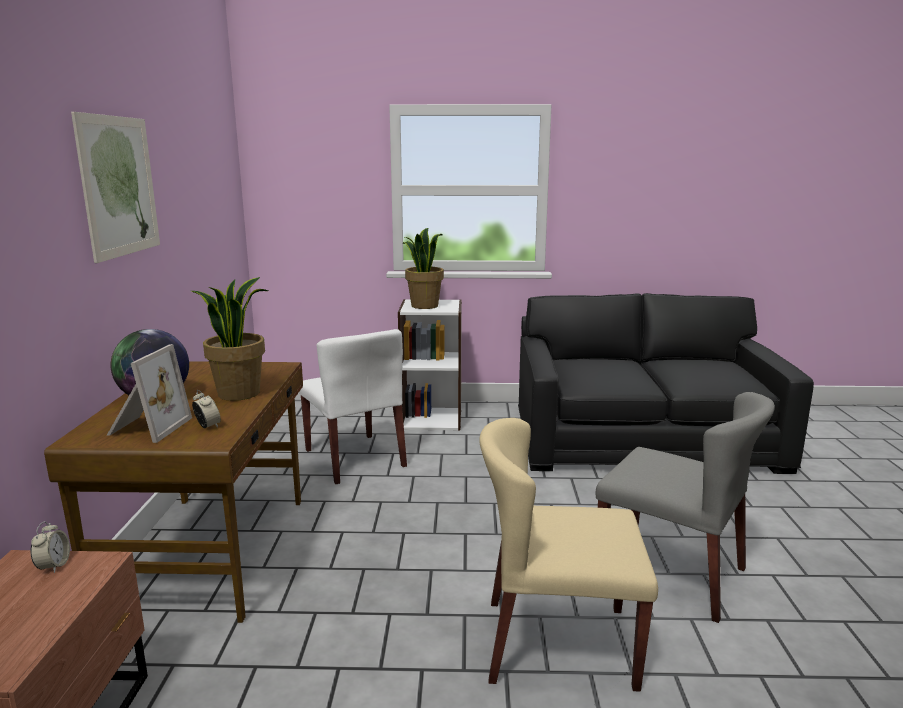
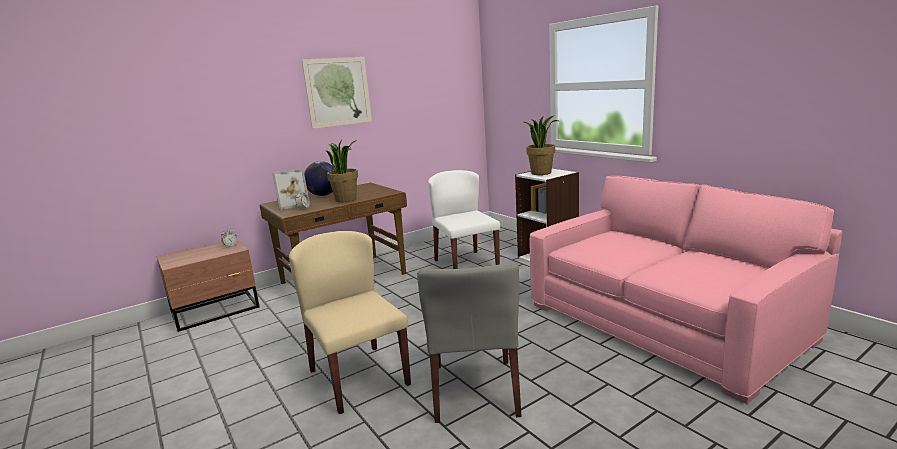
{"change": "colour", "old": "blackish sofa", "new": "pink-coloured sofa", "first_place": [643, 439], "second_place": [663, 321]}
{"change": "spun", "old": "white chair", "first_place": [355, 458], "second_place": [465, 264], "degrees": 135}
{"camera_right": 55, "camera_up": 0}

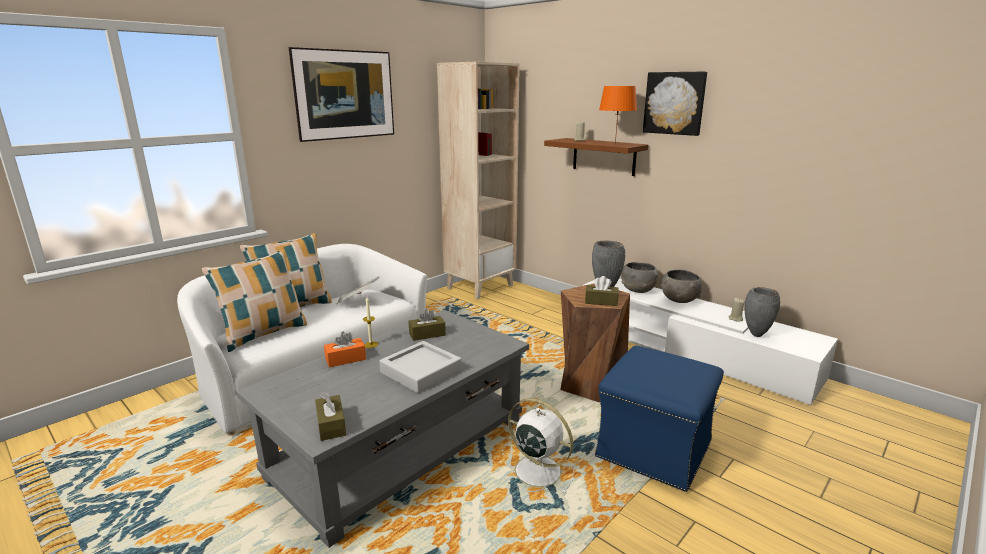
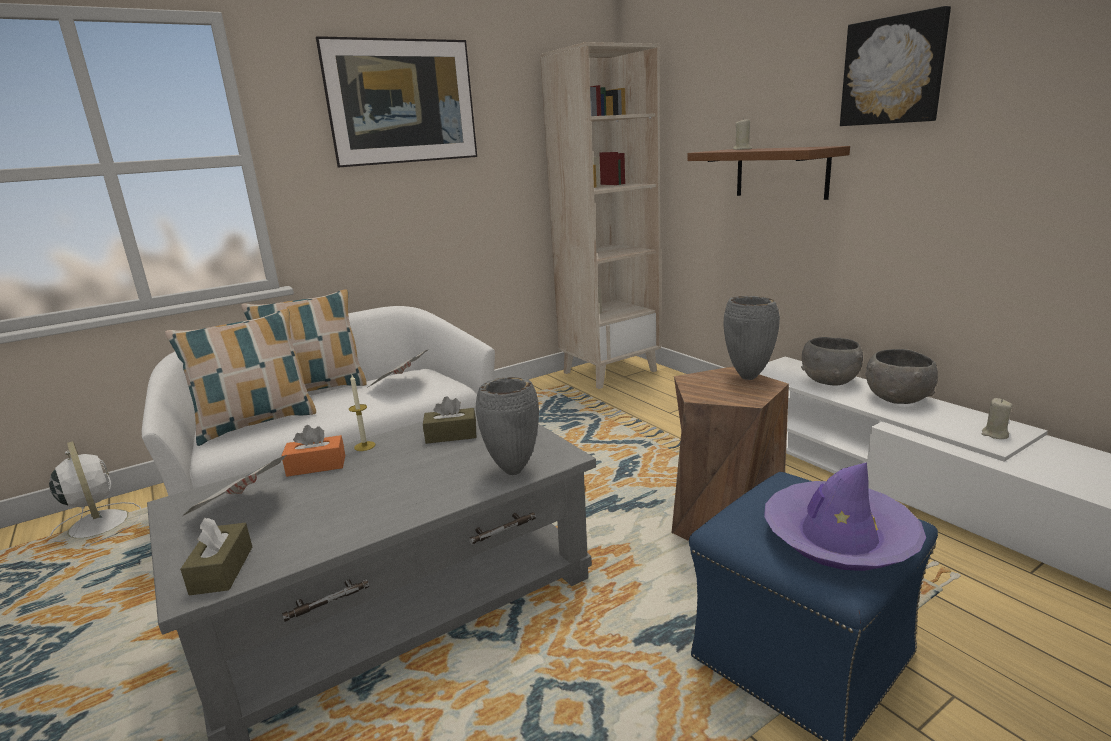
{"change": "missing", "old": "orange table lamp", "first_place": [614, 144]}
{"change": "missing", "old": "brown-coloured tissue holder", "first_place": [601, 301]}
{"change": "relocated", "old": "greyish decorative vase", "first_place": [755, 335], "second_place": [513, 471]}
{"change": "missing", "old": "greyish carrying tray", "first_place": [421, 371]}
{"change": "relocated", "old": "white electric fan", "first_place": [535, 470], "second_place": [98, 523]}
{"change": "appeared", "new": "daily paper", "second_place": [241, 510]}
{"change": "appeared", "new": "purple-coloured clothing hat", "second_place": [839, 537]}
{"camera_right": 15, "camera_up": 0}

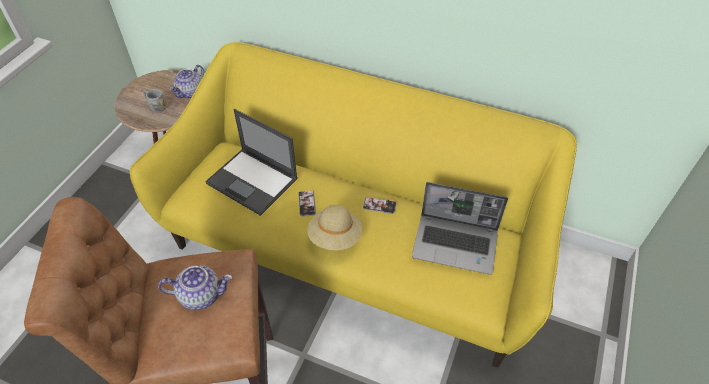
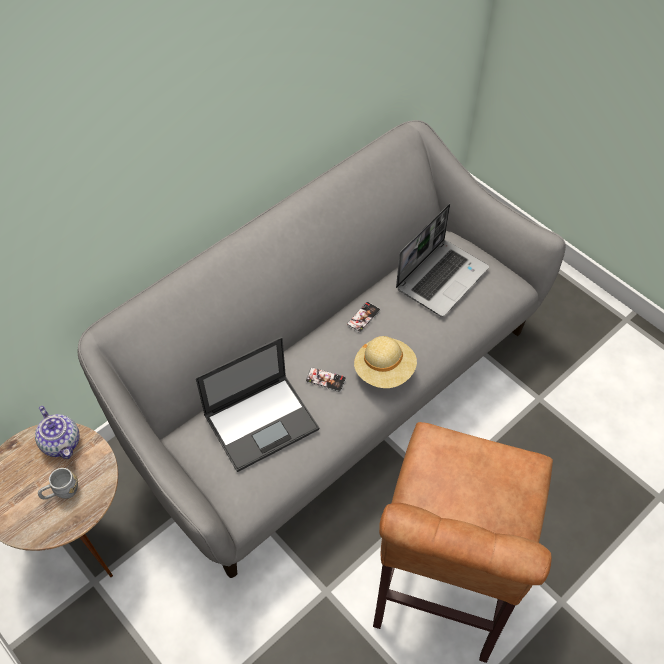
{"change": "colour", "old": "yellow-coloured sofa", "new": "greyish sofa", "first_place": [354, 247], "second_place": [332, 390]}
{"change": "missing", "old": "teapot", "first_place": [201, 295]}
{"camera_right": -65, "camera_up": 5}

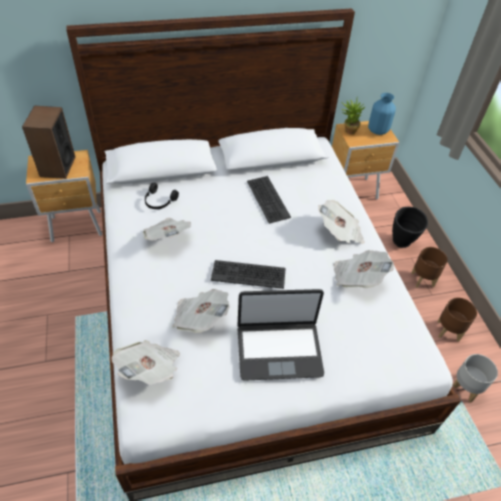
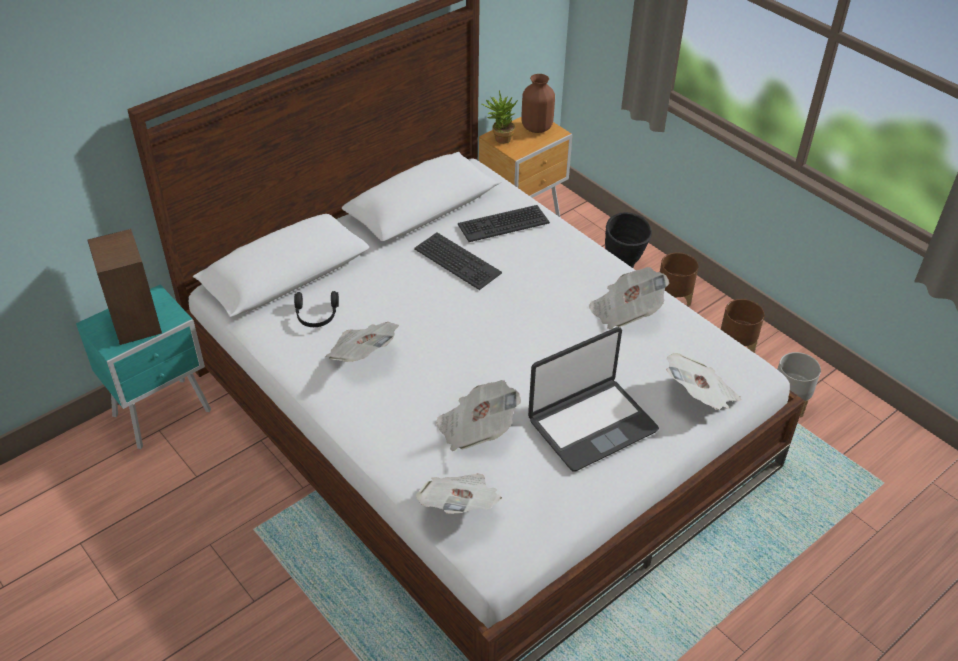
{"change": "colour", "old": "bluish decorative vase", "new": "brown-coloured decorative vase", "first_place": [377, 130], "second_place": [536, 128]}
{"change": "colour", "old": "brown-coloured night table", "new": "turquoise-coloured night table", "first_place": [78, 227], "second_place": [164, 413]}
{"change": "relocated", "old": "daily paper", "first_place": [340, 232], "second_place": [700, 396]}
{"change": "relocated", "old": "PC keyboard", "first_place": [248, 274], "second_place": [503, 223]}
{"camera_right": -25, "camera_up": -5}

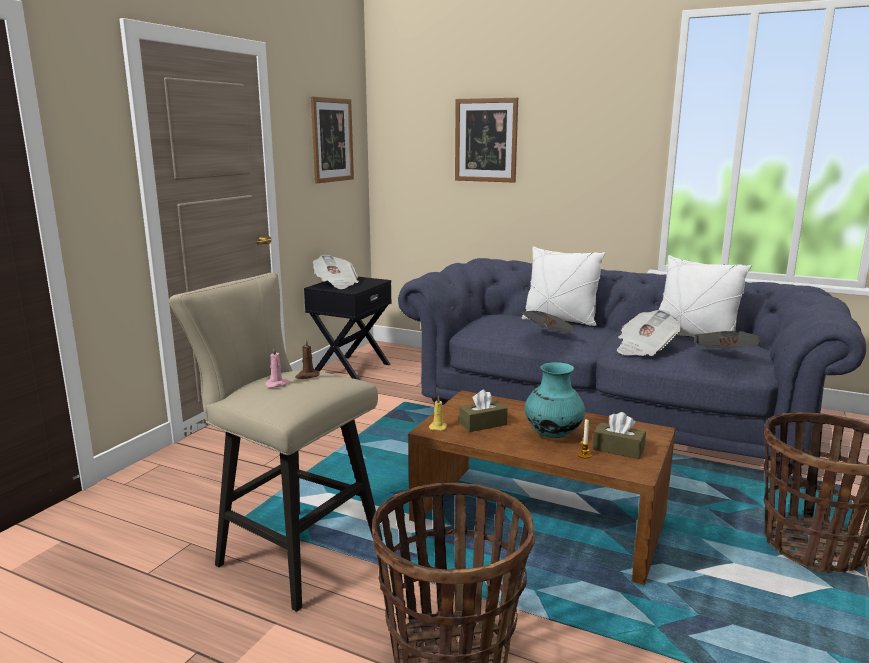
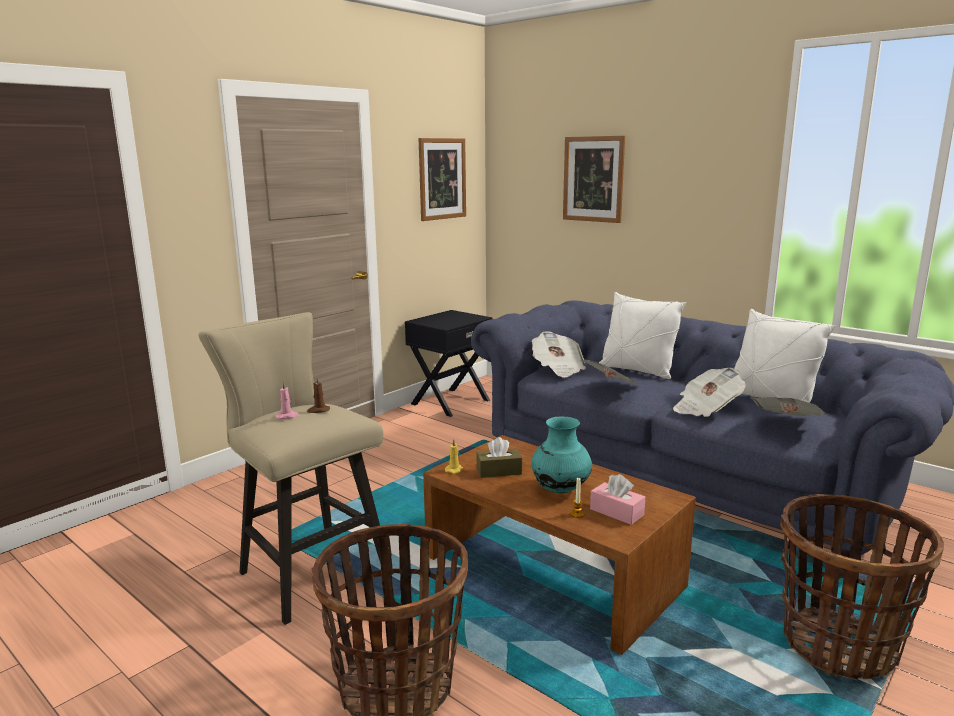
{"change": "relocated", "old": "daily paper", "first_place": [336, 284], "second_place": [558, 369]}
{"change": "colour", "old": "brown-coloured tissue holder", "new": "pink-coloured tissue holder", "first_place": [618, 449], "second_place": [616, 512]}
{"camera_right": 15, "camera_up": 0}

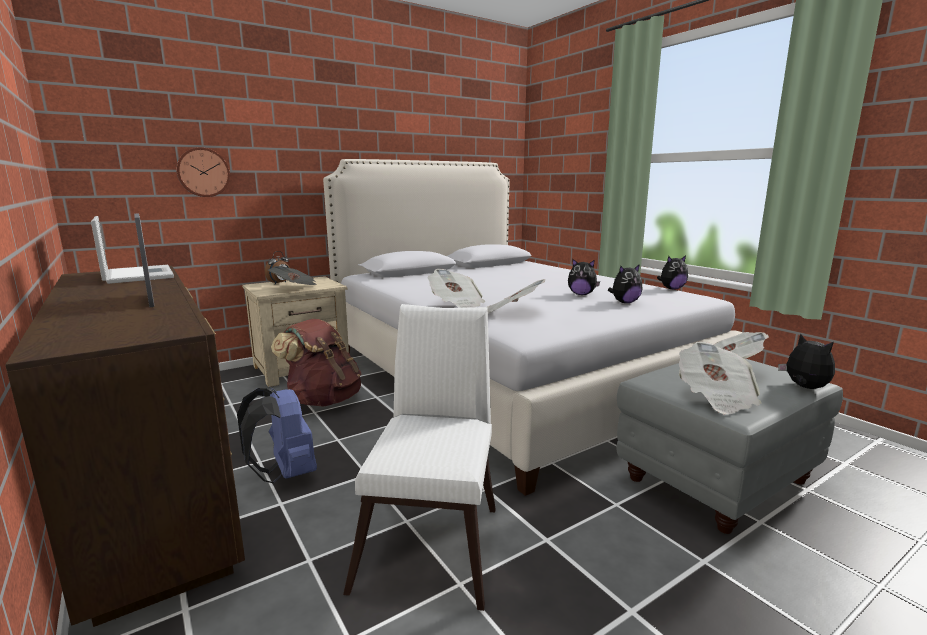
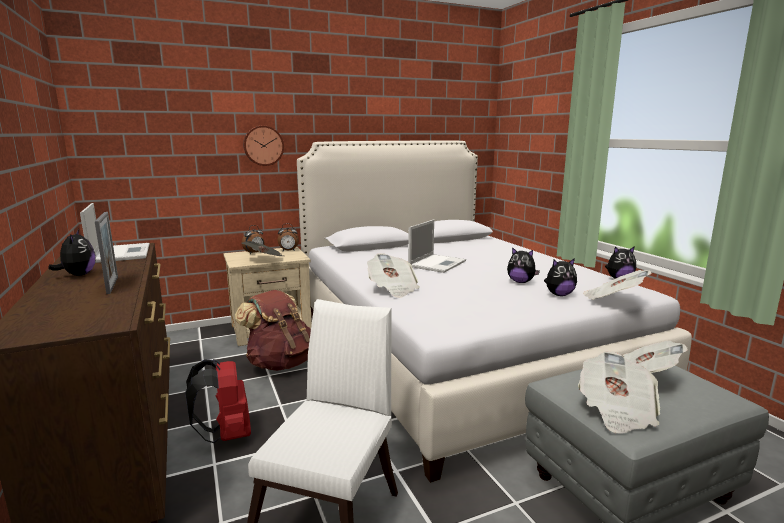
{"change": "relocated", "old": "wall clock", "first_place": [203, 172], "second_place": [263, 145]}
{"change": "relocated", "old": "daily paper", "first_place": [511, 313], "second_place": [612, 299]}
{"change": "relocated", "old": "cuddly toy", "first_place": [804, 387], "second_place": [78, 275]}
{"change": "colour", "old": "bluish knapsack", "new": "red-coloured knapsack", "first_place": [285, 474], "second_place": [226, 435]}
{"change": "appeared", "new": "portable computer", "second_place": [437, 263]}
{"change": "appeared", "new": "alarm clock", "second_place": [288, 251]}
{"camera_right": 10, "camera_up": 0}

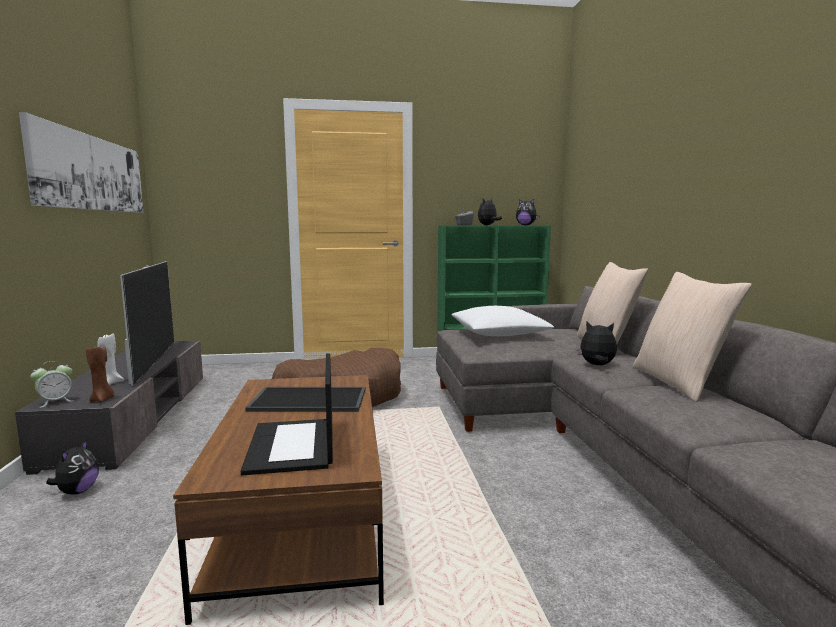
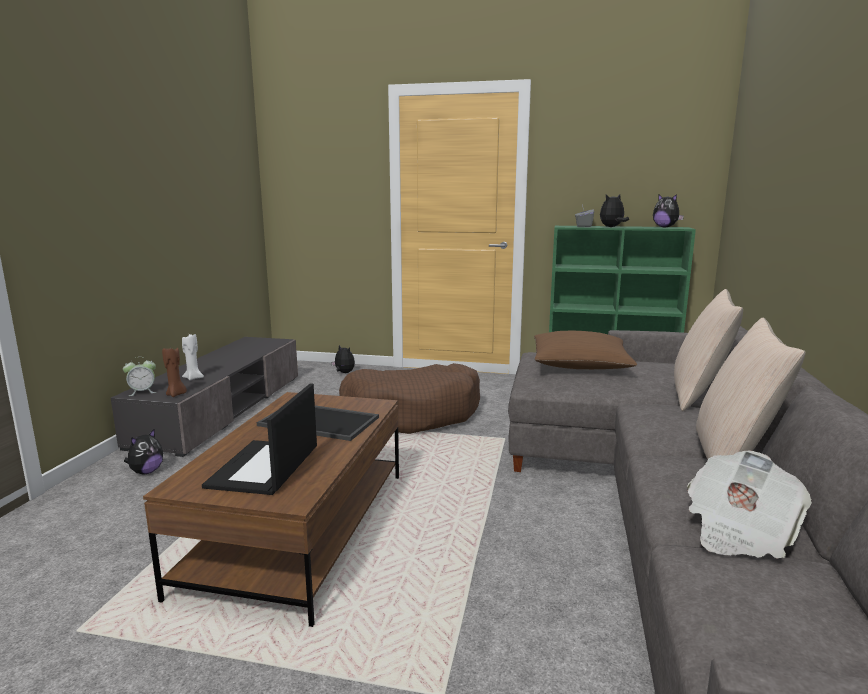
{"change": "missing", "old": "wall art", "first_place": [92, 173]}
{"change": "missing", "old": "TV set", "first_place": [154, 361]}
{"change": "colour", "old": "white cushion", "new": "brown-coloured cushion", "first_place": [499, 334], "second_place": [580, 365]}
{"change": "relocated", "old": "cuddly toy", "first_place": [597, 365], "second_place": [343, 373]}
{"change": "appeared", "new": "daily paper", "second_place": [738, 531]}
{"camera_right": 20, "camera_up": 5}

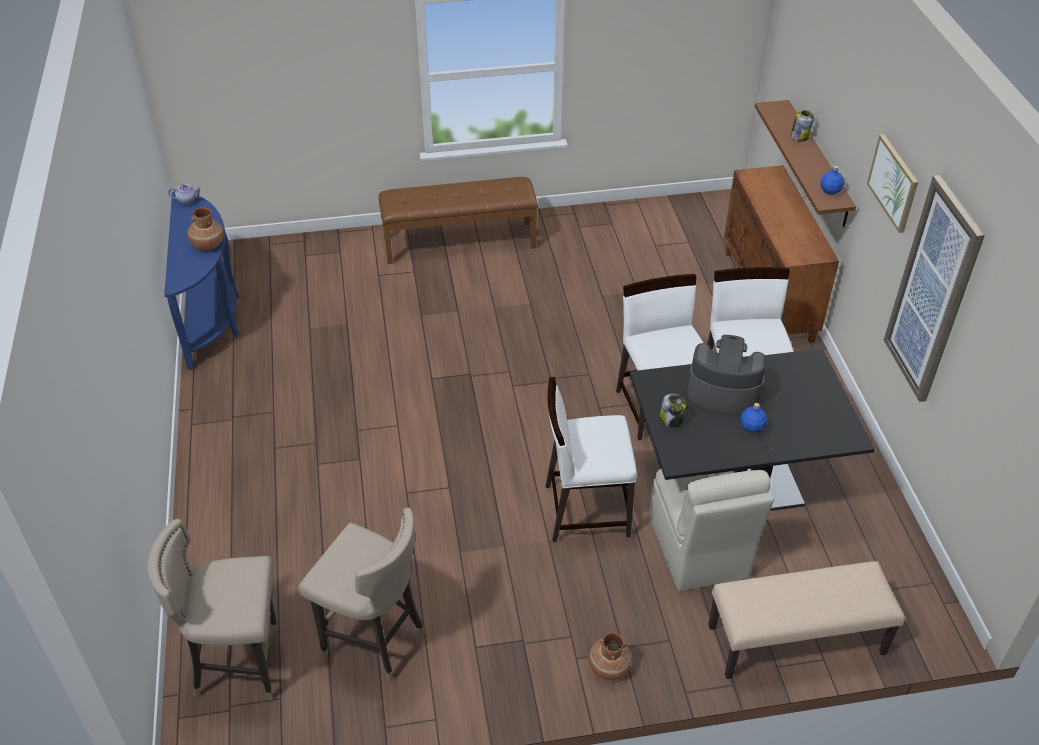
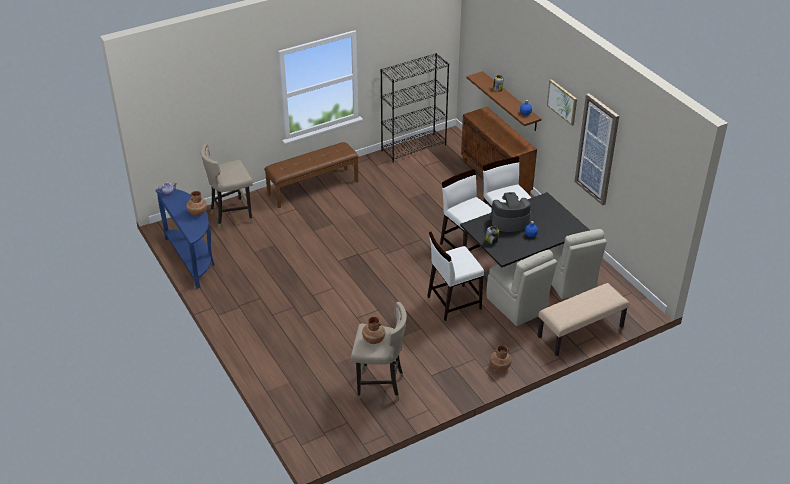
{"change": "relocated", "old": "beige-coloured sitting stool", "first_place": [240, 664], "second_place": [231, 216]}
{"change": "appeared", "new": "blackish bookshelf", "second_place": [414, 147]}
{"change": "appeared", "new": "beige-coloured chair", "second_place": [568, 281]}
{"change": "appeared", "new": "brown-coloured decorative vase", "second_place": [373, 339]}
{"camera_right": -20, "camera_up": -5}

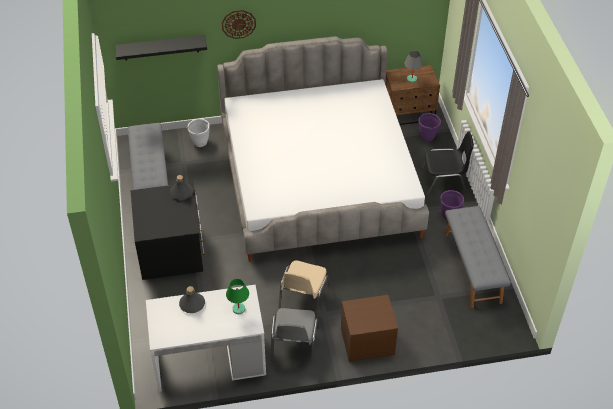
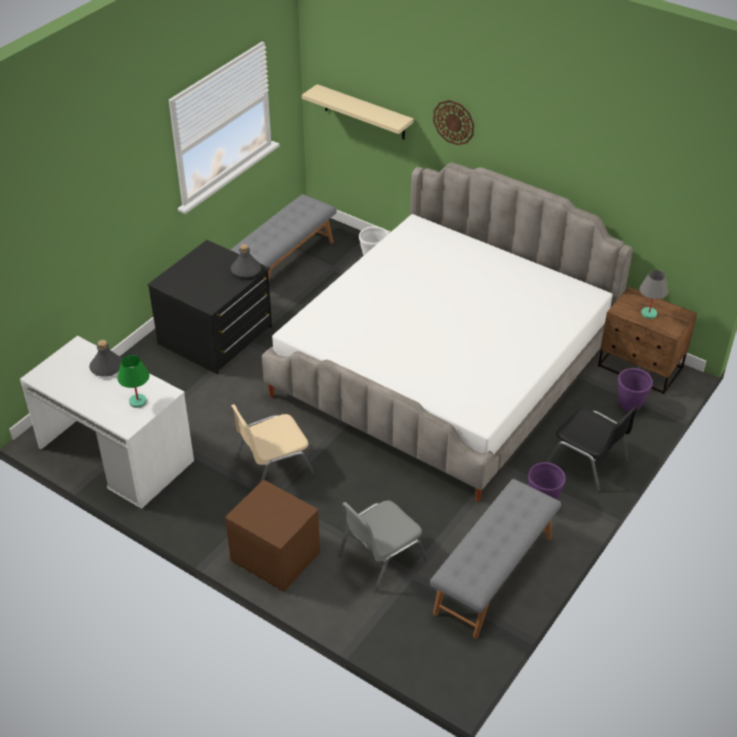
{"change": "colour", "old": "blackish wall shelf", "new": "beige-coloured wall shelf", "first_place": [161, 47], "second_place": [364, 112]}
{"change": "relocated", "old": "greyish chair", "first_place": [294, 345], "second_place": [380, 558]}
{"camera_right": 45, "camera_up": -5}

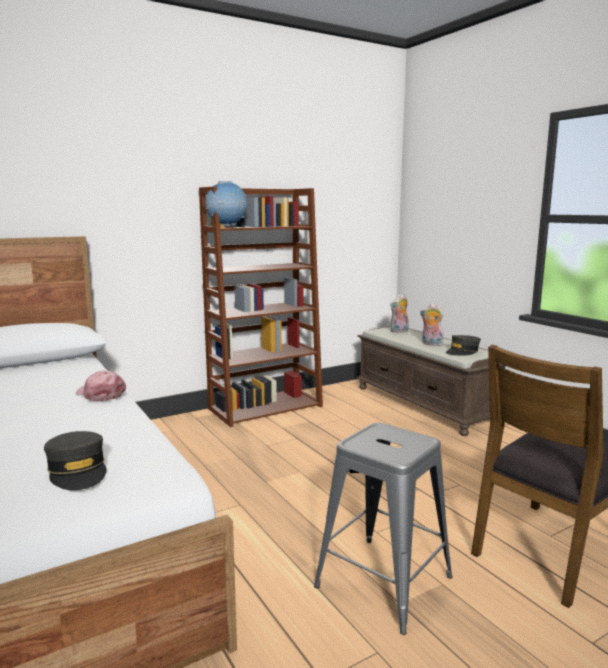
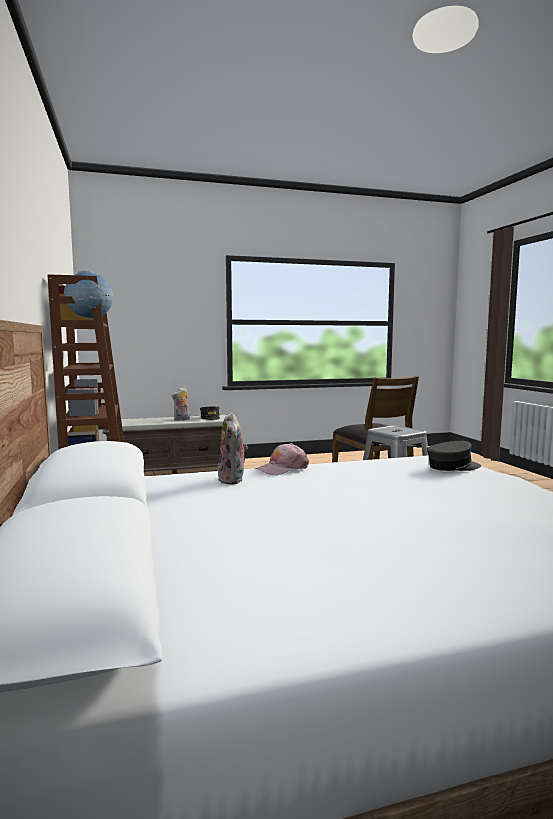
{"change": "relocated", "old": "cuddly toy", "first_place": [399, 331], "second_place": [233, 480]}
{"camera_right": -75, "camera_up": -5}

